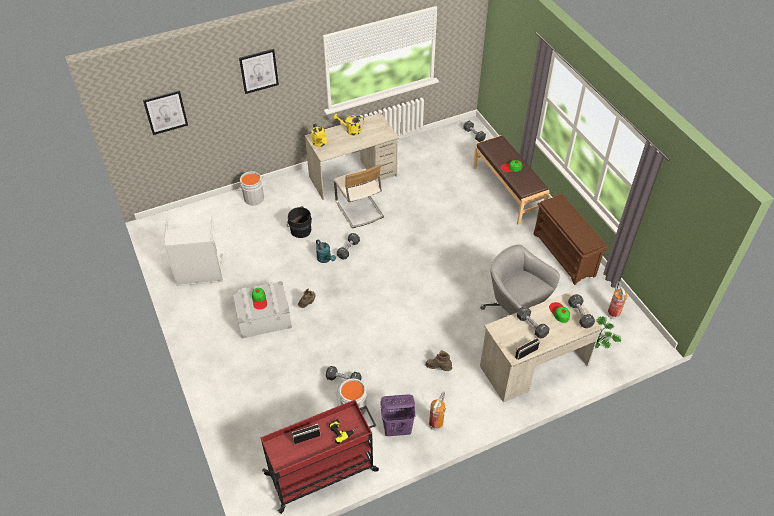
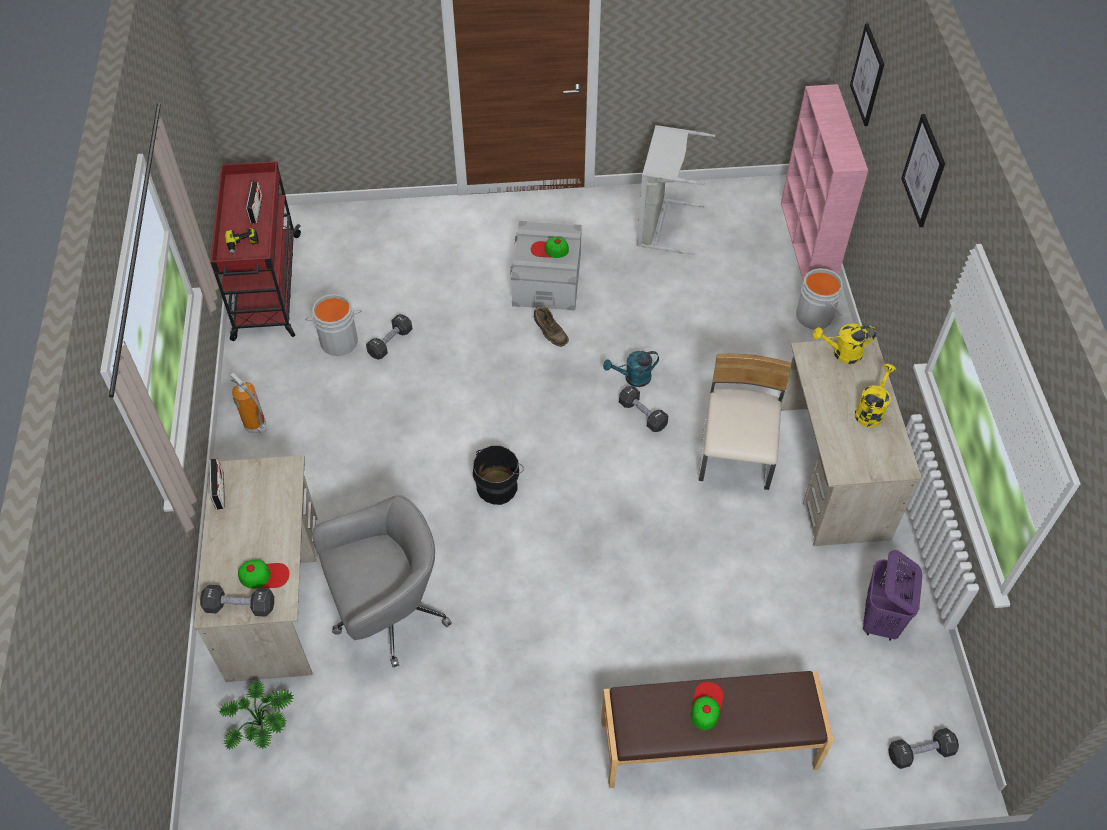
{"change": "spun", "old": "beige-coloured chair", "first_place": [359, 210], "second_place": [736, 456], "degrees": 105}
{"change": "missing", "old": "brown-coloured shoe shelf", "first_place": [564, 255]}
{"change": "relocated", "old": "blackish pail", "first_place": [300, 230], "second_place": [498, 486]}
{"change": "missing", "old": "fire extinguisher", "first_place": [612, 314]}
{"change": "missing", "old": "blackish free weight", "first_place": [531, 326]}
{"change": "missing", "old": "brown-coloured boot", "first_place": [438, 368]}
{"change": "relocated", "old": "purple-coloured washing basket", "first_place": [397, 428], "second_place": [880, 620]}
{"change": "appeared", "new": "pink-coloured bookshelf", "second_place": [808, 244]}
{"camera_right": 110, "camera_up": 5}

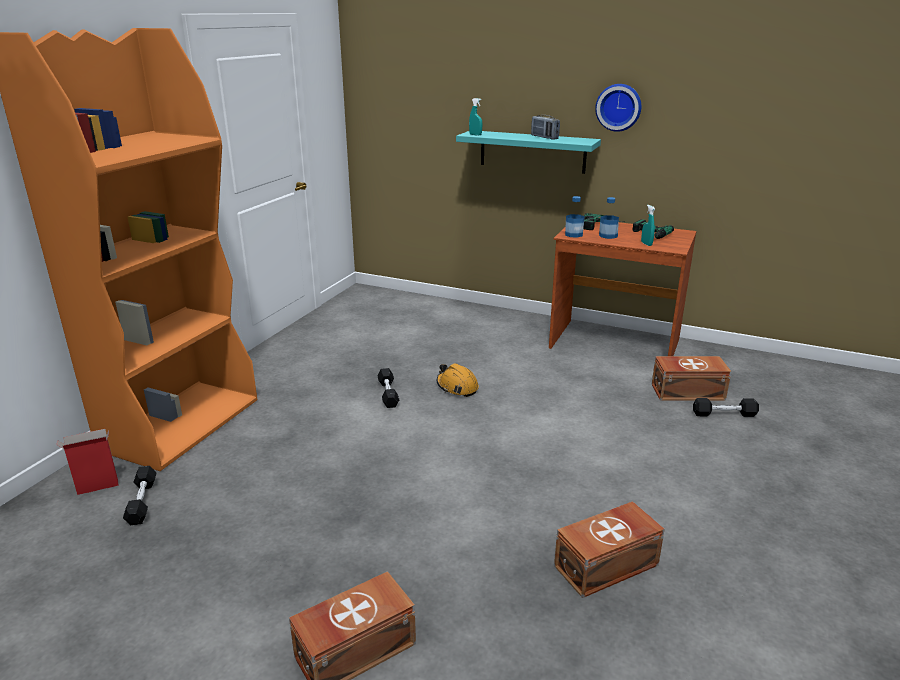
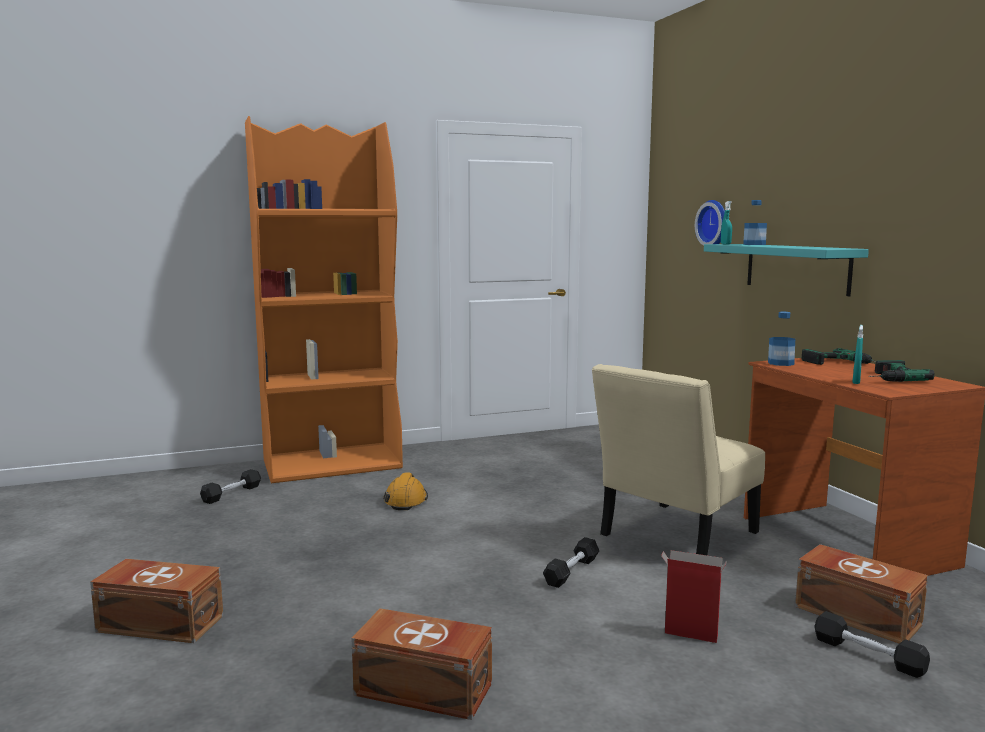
{"change": "relocated", "old": "wall clock", "first_place": [619, 107], "second_place": [714, 224]}
{"change": "missing", "old": "radio receiver", "first_place": [544, 137]}
{"change": "relocated", "old": "bottle", "first_place": [608, 236], "second_place": [754, 244]}
{"change": "relocated", "old": "orange work helmet", "first_place": [457, 387], "second_place": [406, 501]}
{"change": "relocated", "old": "blackish free weight", "first_place": [388, 394], "second_place": [571, 571]}
{"change": "relocated", "old": "cardboard box", "first_place": [97, 487], "second_place": [689, 634]}
{"change": "appeared", "new": "beige-coloured chair", "second_place": [674, 537]}
{"camera_right": 45, "camera_up": -15}

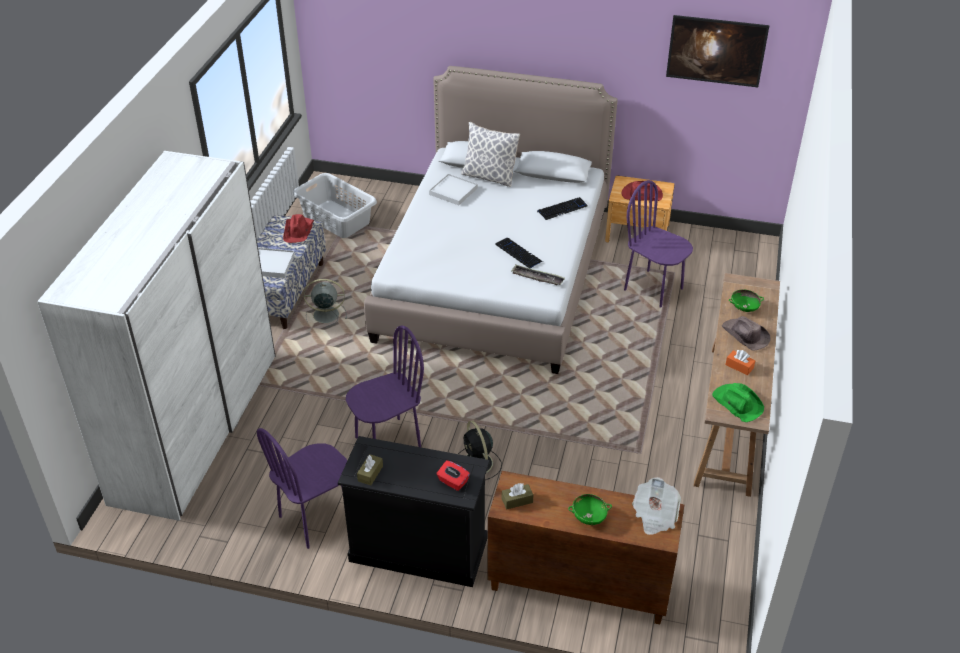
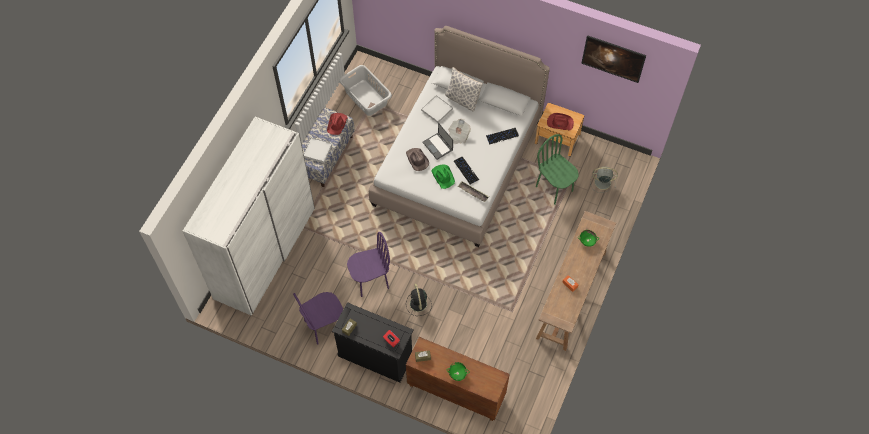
{"change": "colour", "old": "purple-coloured chair", "new": "greenish chair", "first_place": [653, 289], "second_place": [554, 188]}
{"change": "relocated", "old": "greyish electric fan", "first_place": [325, 315], "second_place": [601, 182]}
{"change": "relocated", "old": "brown-coloured clothing hat", "first_place": [745, 335], "second_place": [417, 160]}
{"change": "relocated", "old": "greenish clothing hat", "first_place": [737, 403], "second_place": [443, 176]}
{"change": "relocated", "old": "daily paper", "first_place": [654, 515], "second_place": [458, 135]}
{"change": "appeared", "new": "portable computer", "second_place": [438, 146]}
{"camera_right": 10, "camera_up": 20}

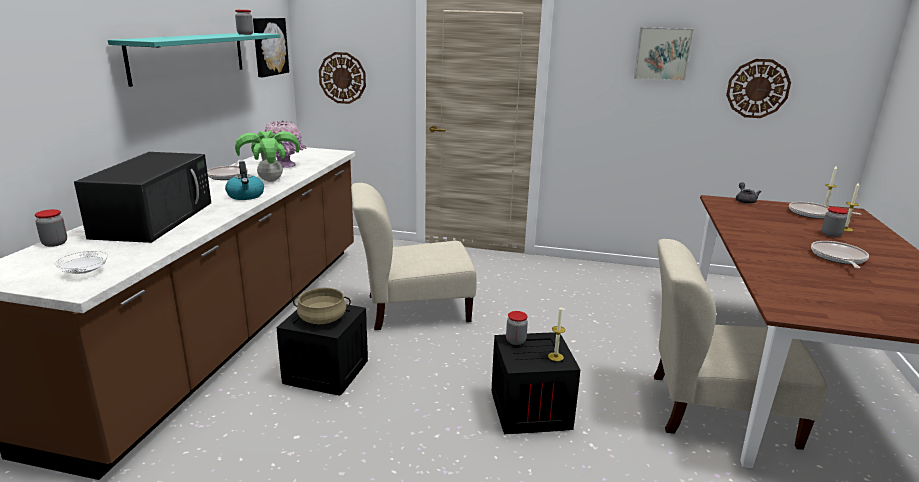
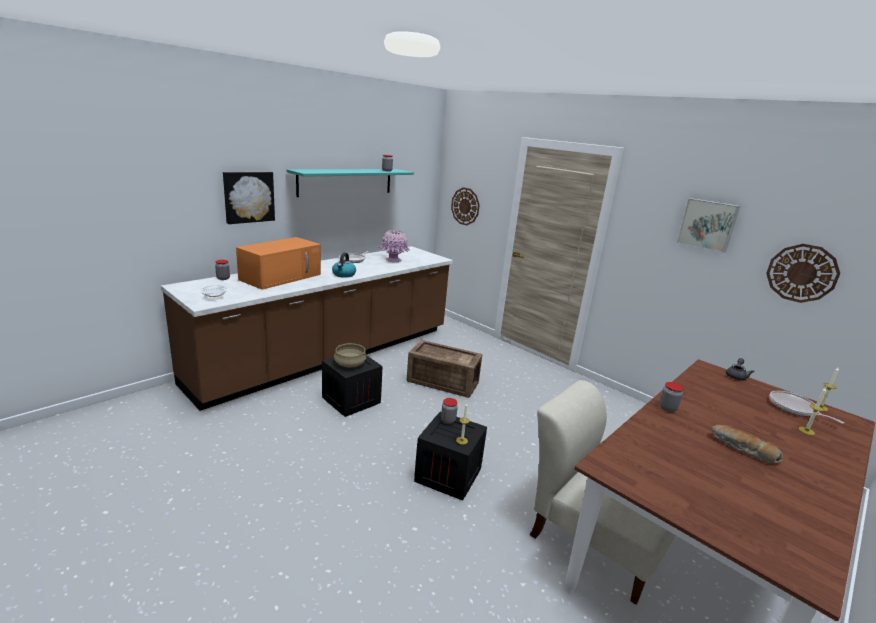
{"change": "relocated", "old": "wall art", "first_place": [269, 46], "second_place": [248, 197]}
{"change": "missing", "old": "houseplant", "first_place": [270, 180]}
{"change": "colour", "old": "blackish microwave oven", "new": "orange microwave oven", "first_place": [155, 218], "second_place": [281, 277]}
{"change": "exchanged", "old": "beige-coloured chair", "new": "shipping crate", "first_place": [413, 309], "second_place": [442, 381]}
{"change": "relocated", "old": "preserve jar", "first_place": [831, 234], "second_place": [667, 408]}
{"change": "exchanged", "old": "frying pan", "new": "bread", "first_place": [838, 258], "second_place": [743, 449]}
{"camera_right": 30, "camera_up": 0}

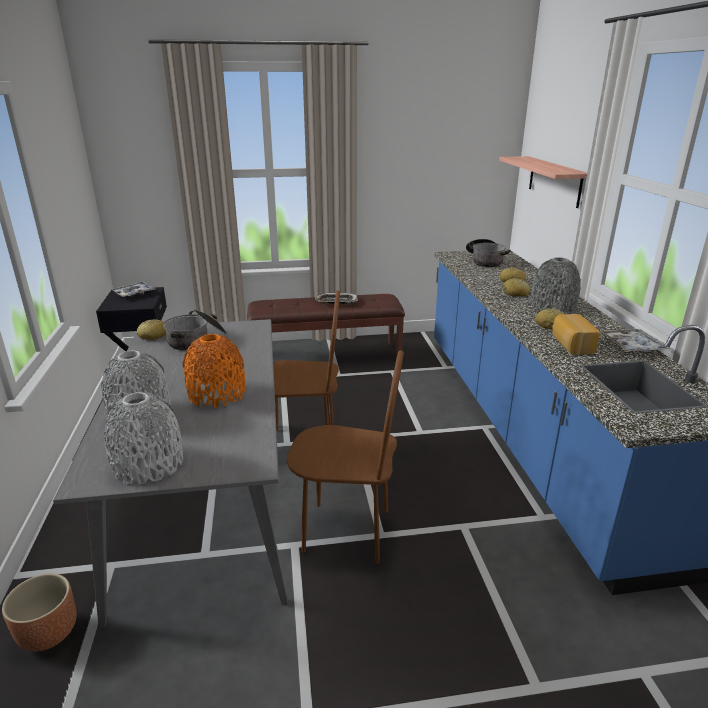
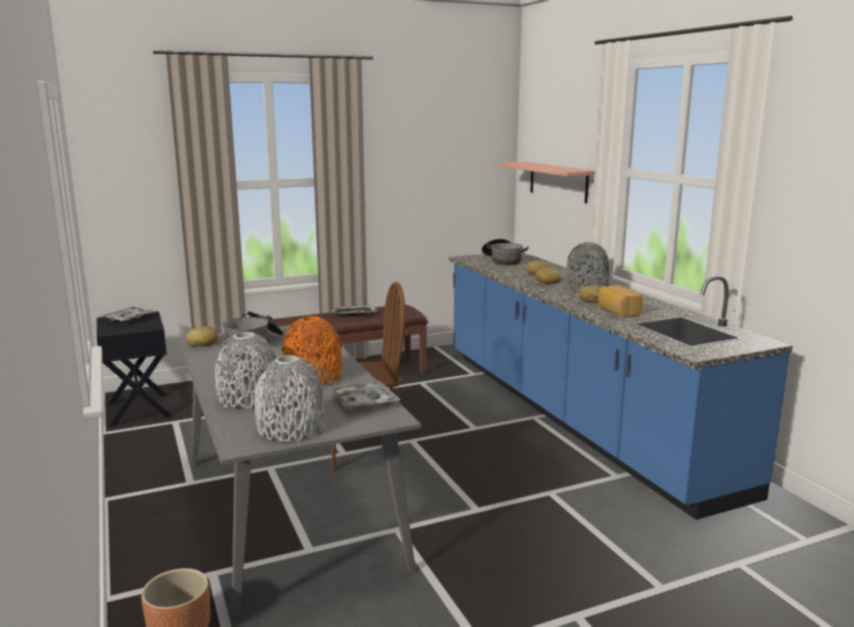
{"change": "relocated", "old": "carrying tray", "first_place": [632, 346], "second_place": [364, 402]}
{"change": "missing", "old": "brown-coloured chair", "first_place": [346, 531]}
{"camera_right": -15, "camera_up": -10}

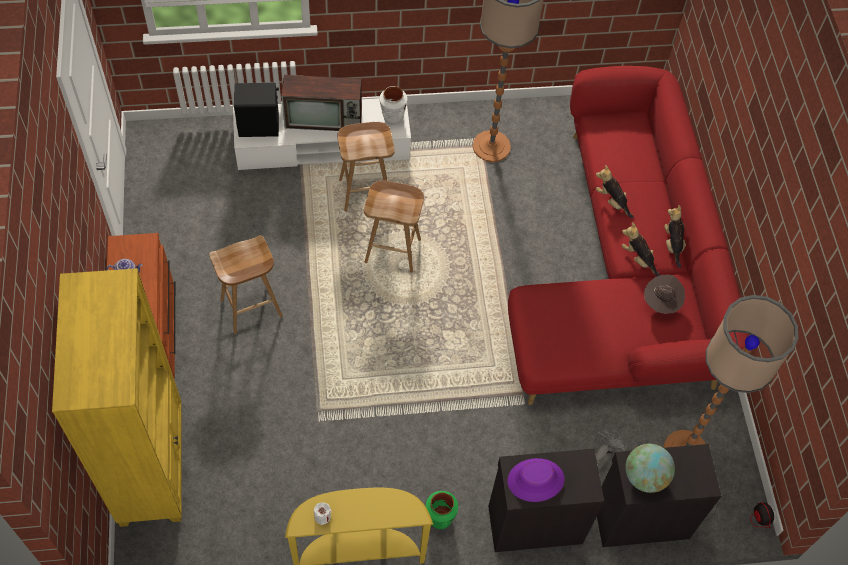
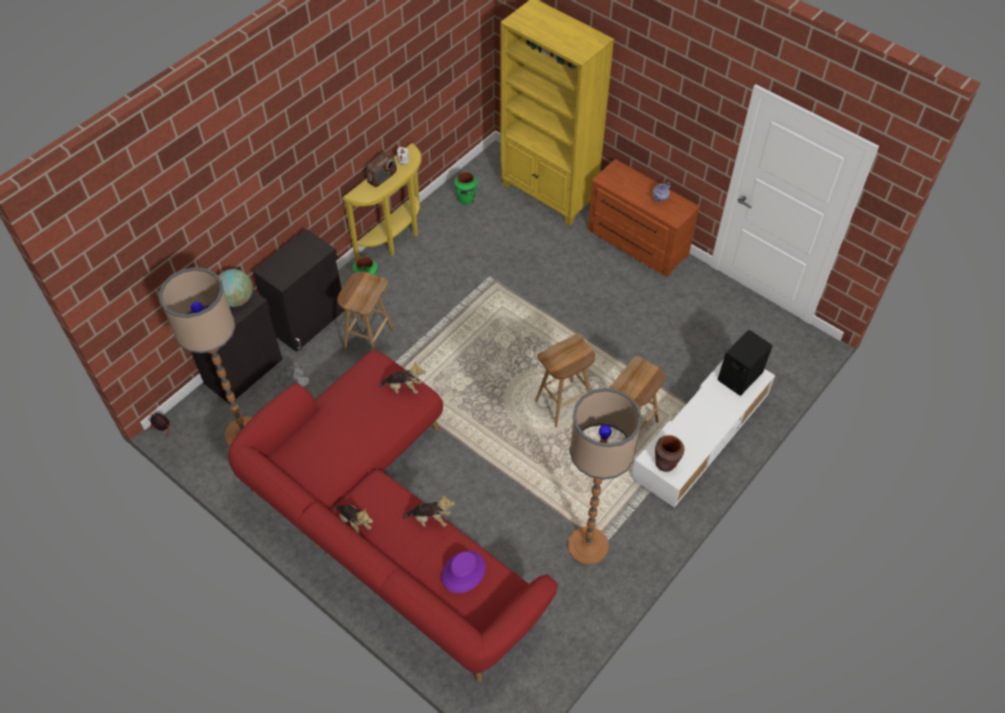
{"change": "missing", "old": "TV set", "first_place": [325, 119]}
{"change": "colour", "old": "white decorative vase", "new": "brown-coloured decorative vase", "first_place": [392, 117], "second_place": [665, 463]}
{"change": "relocated", "old": "cuddly toy", "first_place": [638, 258], "second_place": [403, 388]}
{"change": "relocated", "old": "brown-coloured sitting stool", "first_place": [250, 309], "second_place": [369, 340]}
{"change": "missing", "old": "brown-coloured clothing hat", "first_place": [661, 303]}
{"change": "relocated", "old": "purple-coloured clothing hat", "first_place": [535, 480], "second_place": [463, 572]}
{"change": "appeared", "new": "radio receiver", "second_place": [382, 178]}
{"change": "appeared", "new": "greenish decorative vase", "second_place": [466, 199]}
{"camera_right": 140, "camera_up": -5}

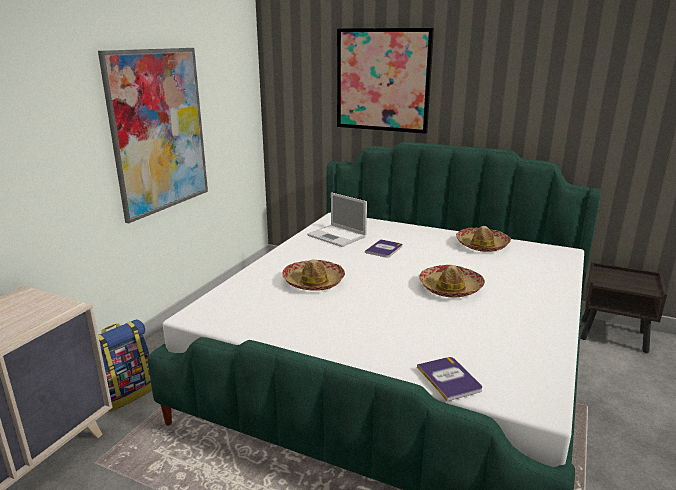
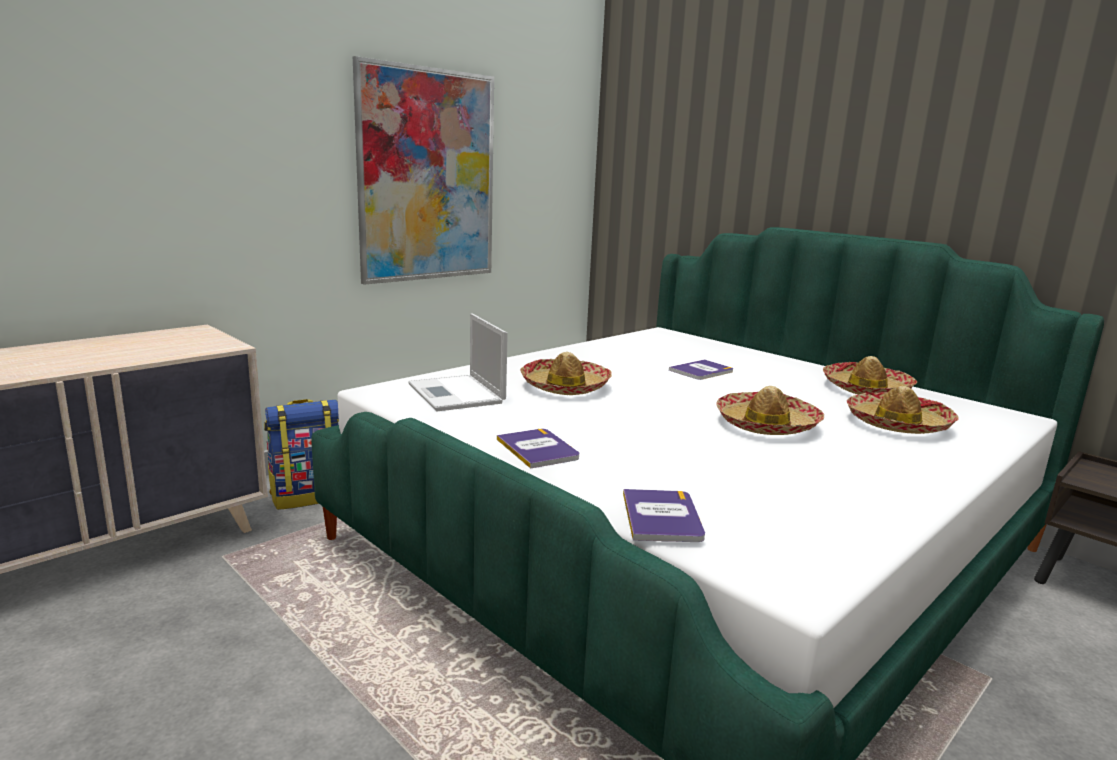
{"change": "missing", "old": "wall art", "first_place": [383, 80]}
{"change": "relocated", "old": "portable computer", "first_place": [337, 236], "second_place": [457, 394]}
{"change": "appeared", "new": "clothing hat", "second_place": [897, 424]}
{"change": "appeared", "new": "book", "second_place": [538, 449]}
{"camera_right": 20, "camera_up": -5}

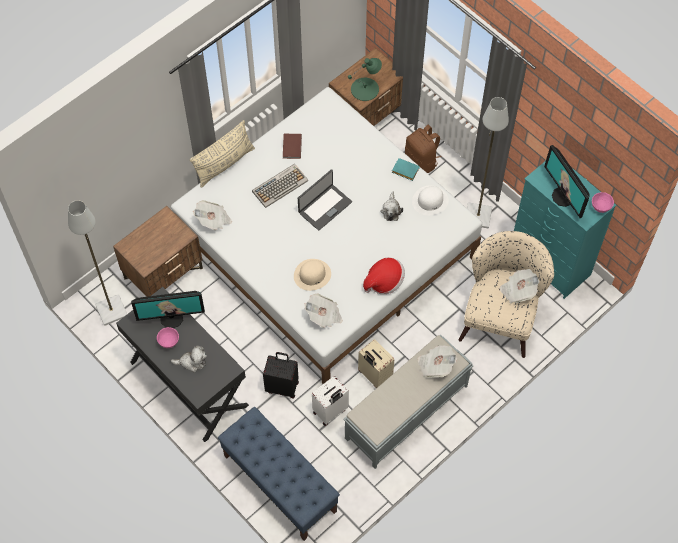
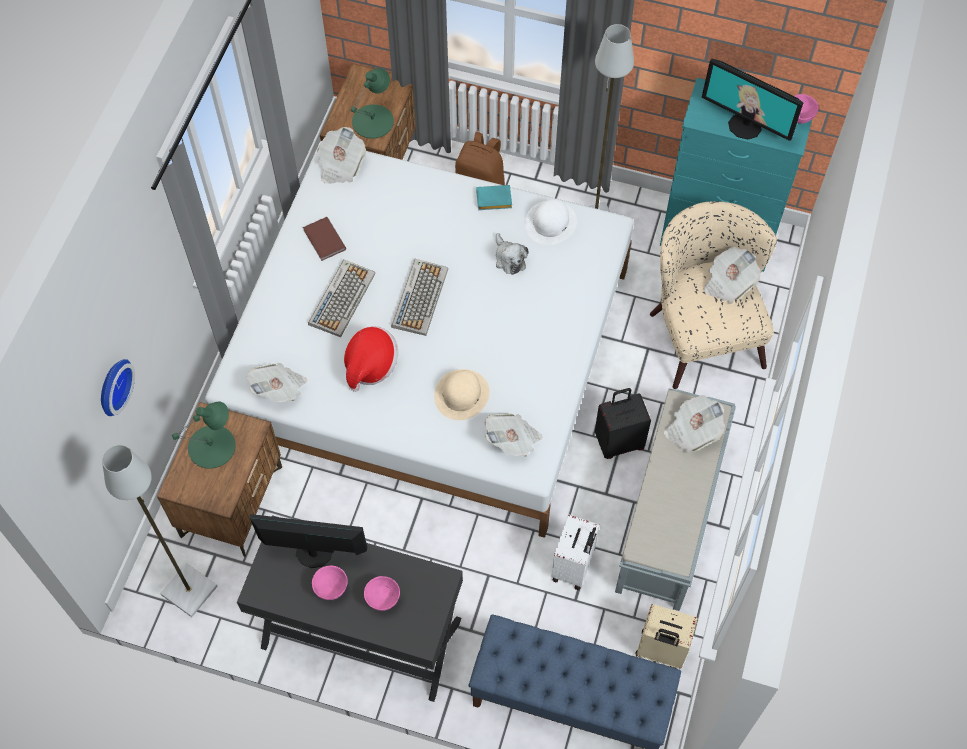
{"change": "missing", "old": "beige-coloured cushion", "first_place": [224, 164]}
{"change": "exchanged", "old": "portable computer", "new": "PC keyboard", "first_place": [324, 207], "second_place": [419, 297]}
{"change": "relocated", "old": "clothing hat", "first_place": [384, 281], "second_place": [370, 365]}
{"change": "spun", "old": "computer screen", "first_place": [171, 318], "second_place": [313, 553], "degrees": -135}
{"change": "relocated", "old": "beige-coloured piece of luggage", "first_place": [374, 375], "second_place": [660, 650]}
{"change": "exchanged", "old": "cuddly toy", "new": "pink-coloured bowl", "first_place": [192, 362], "second_place": [382, 599]}
{"change": "relocated", "old": "blackish piece of luggage", "first_place": [282, 386], "second_place": [619, 442]}
{"change": "appeared", "new": "daily paper", "second_place": [340, 165]}
{"change": "appeared", "new": "wall clock", "second_place": [112, 386]}
{"change": "appeared", "new": "greenish table lamp", "second_place": [212, 446]}
{"camera_right": -30, "camera_up": 0}

